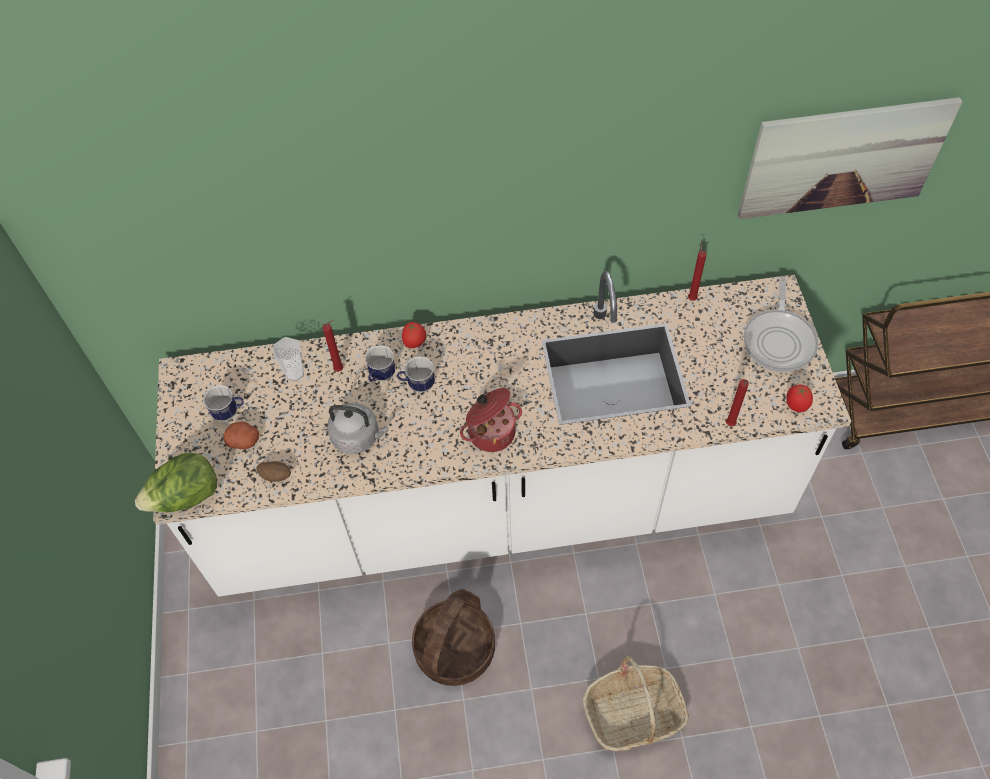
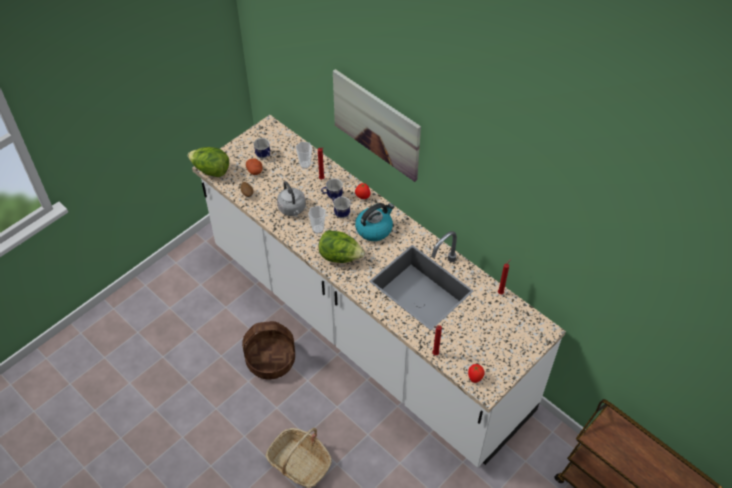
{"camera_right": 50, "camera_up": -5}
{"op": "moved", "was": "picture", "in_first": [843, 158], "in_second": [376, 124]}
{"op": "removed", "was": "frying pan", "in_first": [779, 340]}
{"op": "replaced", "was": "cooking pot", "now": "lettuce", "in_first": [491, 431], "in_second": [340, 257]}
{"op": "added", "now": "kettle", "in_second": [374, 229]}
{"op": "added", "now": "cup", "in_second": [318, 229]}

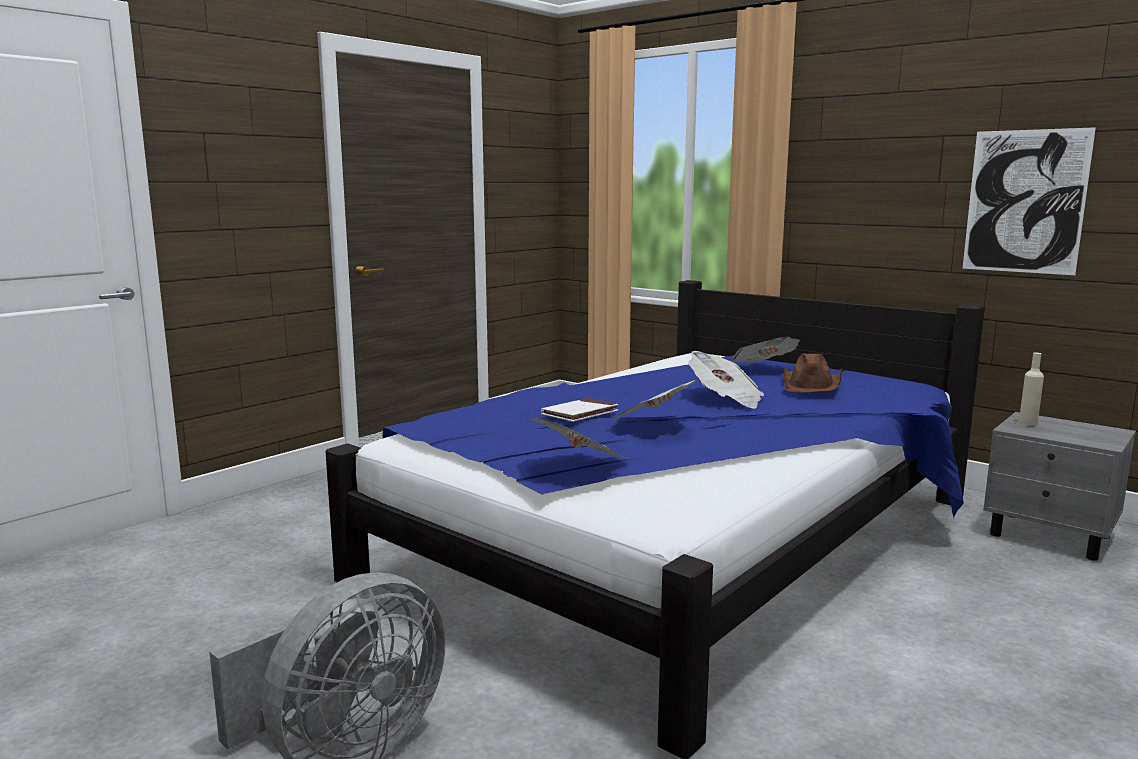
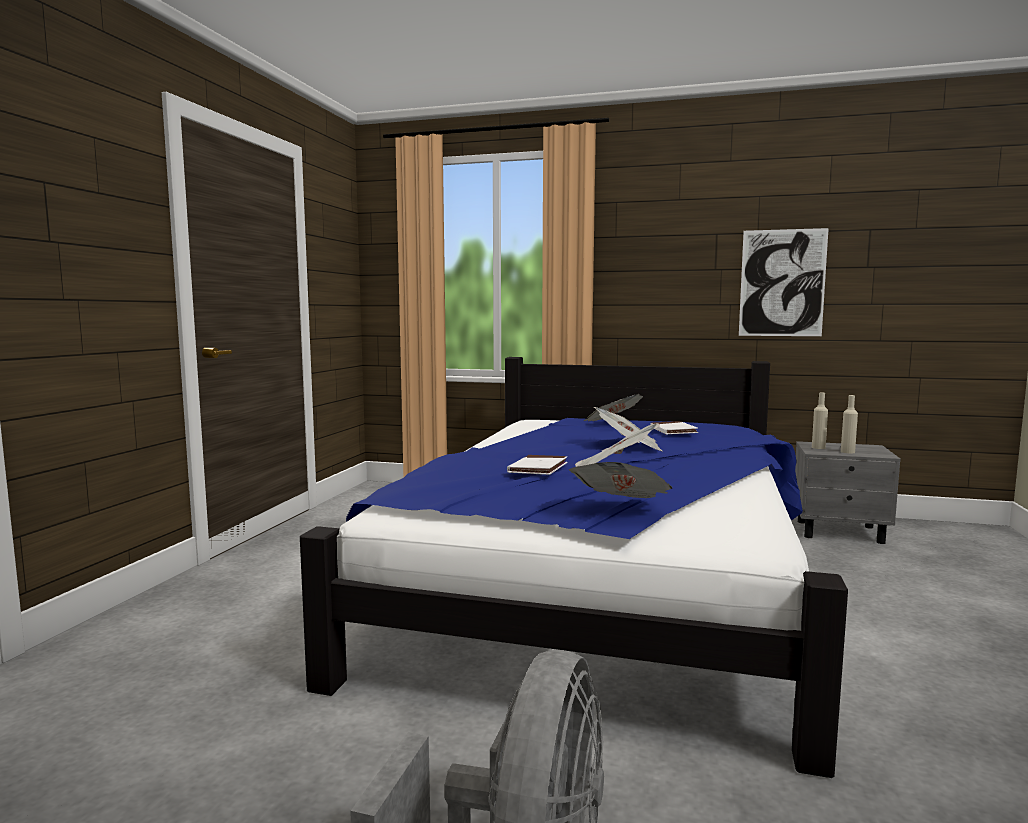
{"camera_right": -25, "camera_up": -5}
{"op": "replaced", "was": "hat (brown)", "now": "book (white)", "in_first": [812, 385], "in_second": [673, 431]}
{"op": "added", "now": "bottle (beige)", "in_second": [847, 452]}

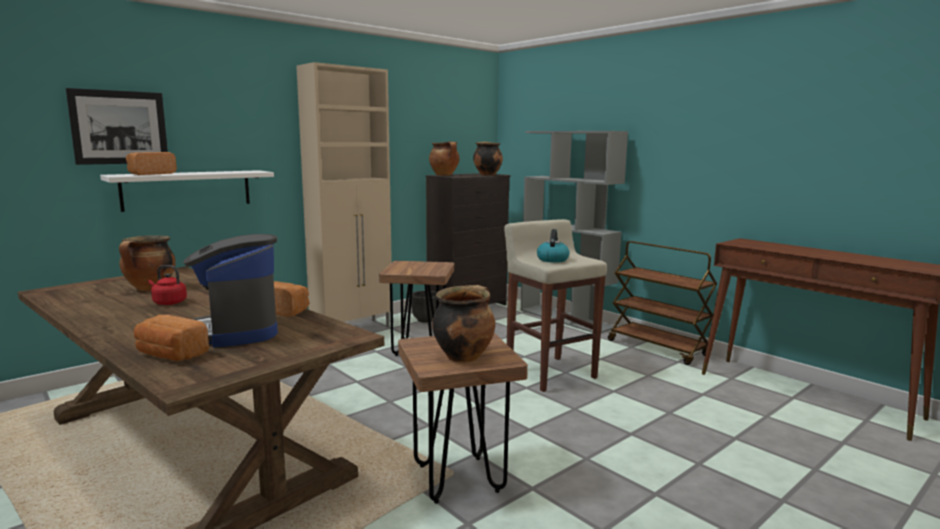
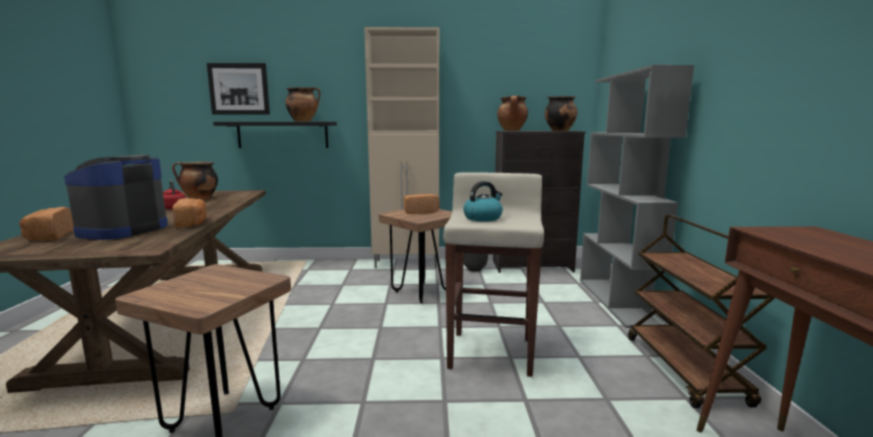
{"camera_right": 40, "camera_up": 0}
{"op": "moved", "was": "bread", "in_first": [151, 174], "in_second": [420, 212]}
{"op": "recoloured", "was": "shelf (white)", "now": "shelf (black)", "in_first": [187, 190], "in_second": [282, 135]}
{"op": "moved", "was": "cooking pot", "in_first": [463, 356], "in_second": [303, 121]}

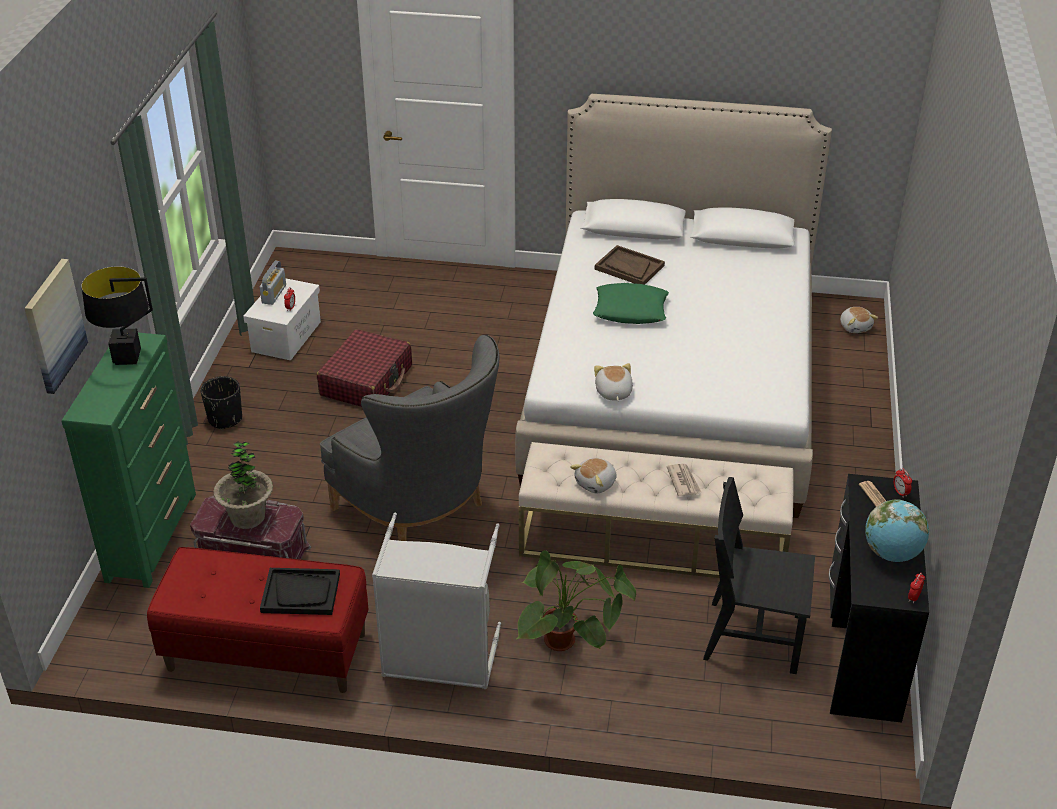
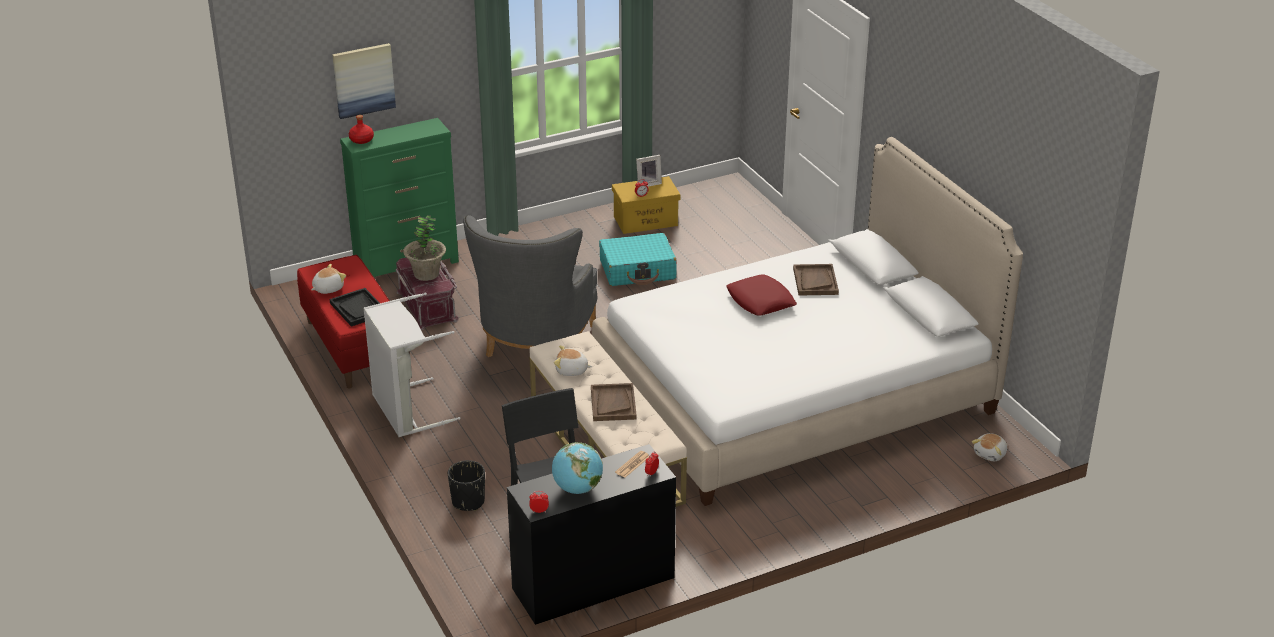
{"camera_right": 55, "camera_up": -5}
{"op": "replaced", "was": "radio", "now": "picture frame", "in_first": [274, 294], "in_second": [648, 183]}
{"op": "removed", "was": "table lamp (black)", "in_first": [128, 358]}
{"op": "recoloured", "was": "storage box (white)", "now": "storage box (yellow)", "in_first": [286, 336], "in_second": [646, 220]}
{"op": "recoloured", "was": "pillow (green)", "now": "pillow (red)", "in_first": [630, 310], "in_second": [760, 301]}
{"op": "recoloured", "was": "suitcase (red)", "now": "suitcase (turquoise)", "in_first": [366, 381], "in_second": [638, 270]}
{"op": "moved", "was": "plush toy", "in_first": [613, 392], "in_second": [327, 288]}
{"op": "moved", "was": "planter (black)", "in_first": [225, 419], "in_second": [468, 501]}
{"op": "replaced", "was": "newspaper", "now": "tray (brown)", "in_first": [683, 481], "in_second": [613, 404]}
{"op": "removed", "was": "potted plant", "in_first": [570, 650]}
{"op": "added", "now": "bottle (red)", "in_second": [361, 140]}

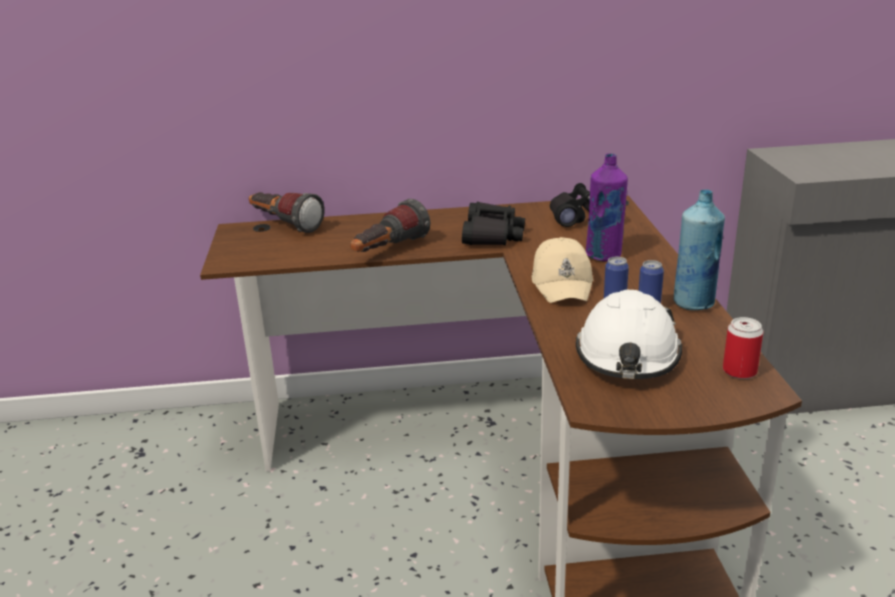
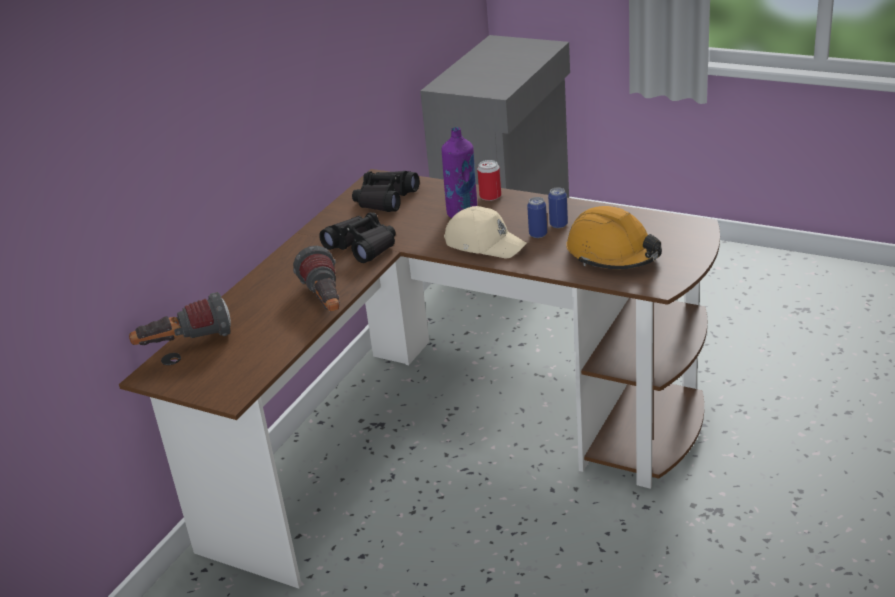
{"camera_right": -55, "camera_up": 5}
{"op": "removed", "was": "bottle (blue)", "in_first": [693, 303]}
{"op": "recoloured", "was": "hard hat (white)", "now": "hard hat (orange)", "in_first": [628, 356], "in_second": [613, 254]}
{"op": "moved", "was": "can", "in_first": [739, 371], "in_second": [490, 196]}

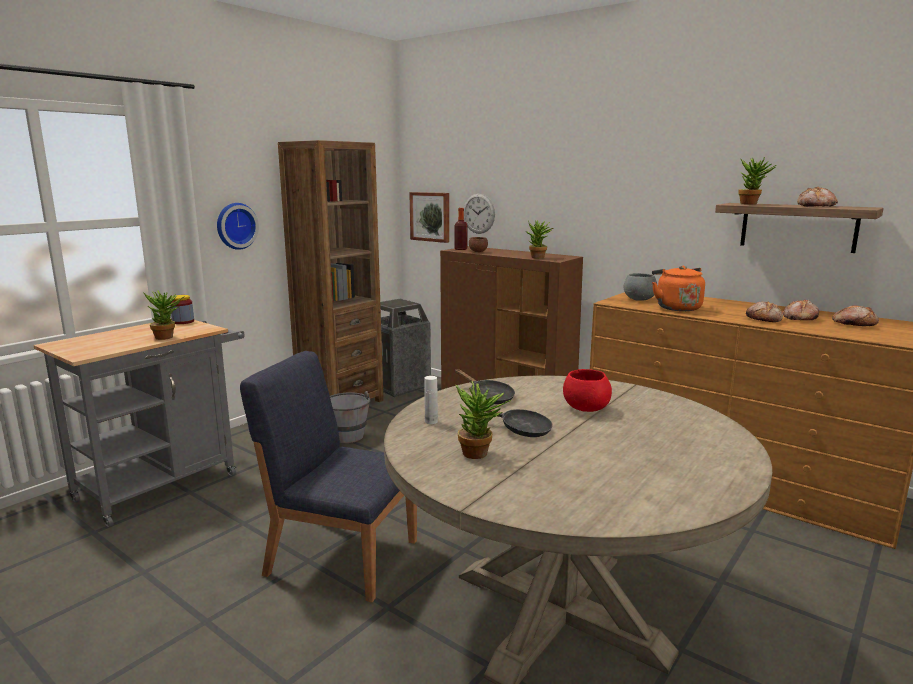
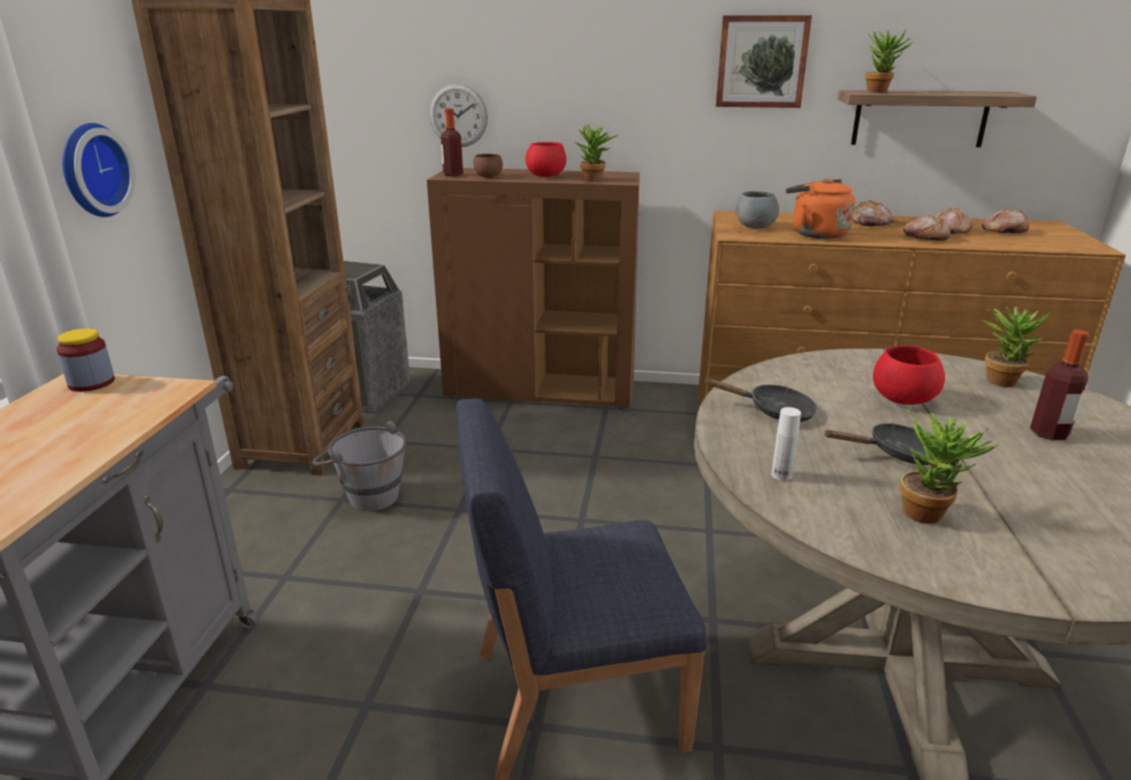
{"camera_right": -30, "camera_up": 10}
{"op": "moved", "was": "bread", "in_first": [816, 206], "in_second": [870, 223]}
{"op": "moved", "was": "picture", "in_first": [430, 216], "in_second": [761, 62]}
{"op": "moved", "was": "potted plant", "in_first": [168, 337], "in_second": [1002, 379]}
{"op": "added", "now": "bowl (red)", "in_second": [546, 176]}
{"op": "added", "now": "bottle", "in_second": [1049, 433]}

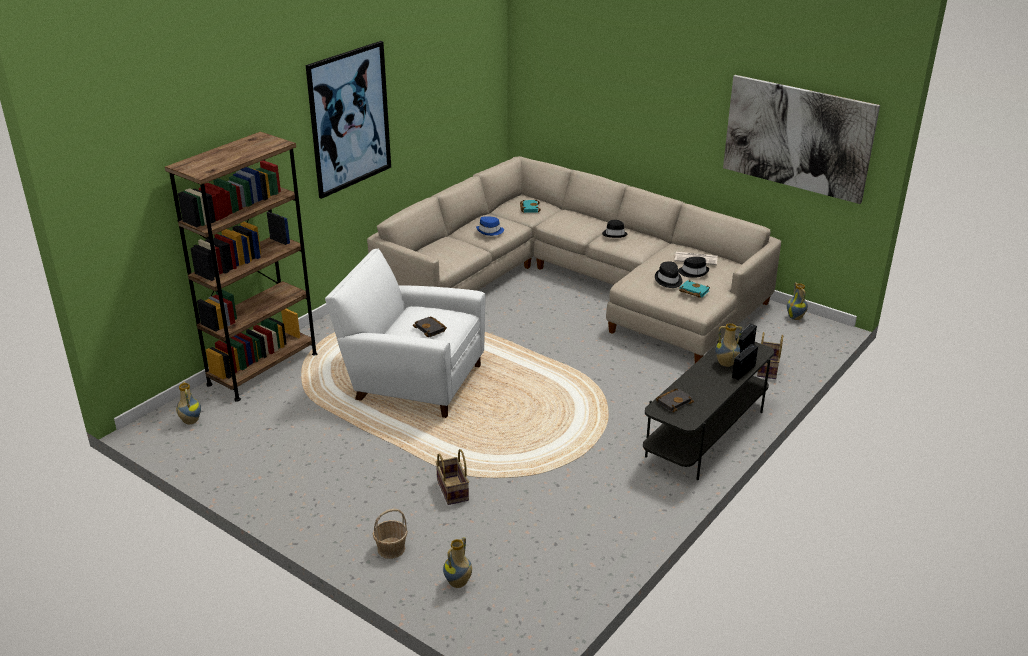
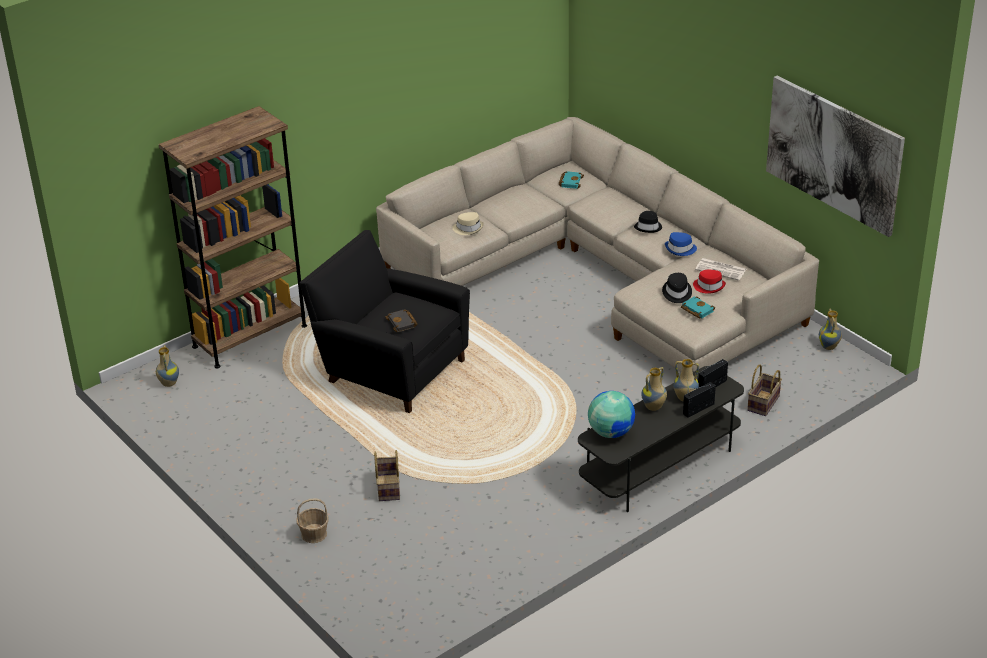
{"camera_right": 15, "camera_up": 5}
{"op": "removed", "was": "picture", "in_first": [349, 119]}
{"op": "moved", "was": "hat (blue)", "in_first": [490, 231], "in_second": [680, 249]}
{"op": "recoloured", "was": "armchair (white)", "now": "armchair (black)", "in_first": [412, 381], "in_second": [390, 369]}
{"op": "recoloured", "was": "hat (black)", "now": "hat (red)", "in_first": [693, 272], "in_second": [709, 286]}
{"op": "replaced", "was": "book (black)", "now": "globe", "in_first": [674, 402], "in_second": [611, 432]}
{"op": "moved", "was": "vase", "in_first": [458, 583], "in_second": [654, 407]}
{"op": "added", "now": "hat (beige)", "in_second": [468, 228]}

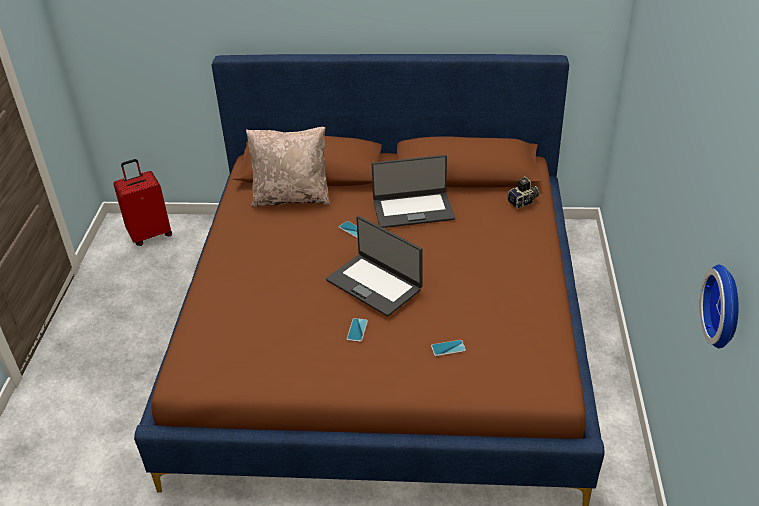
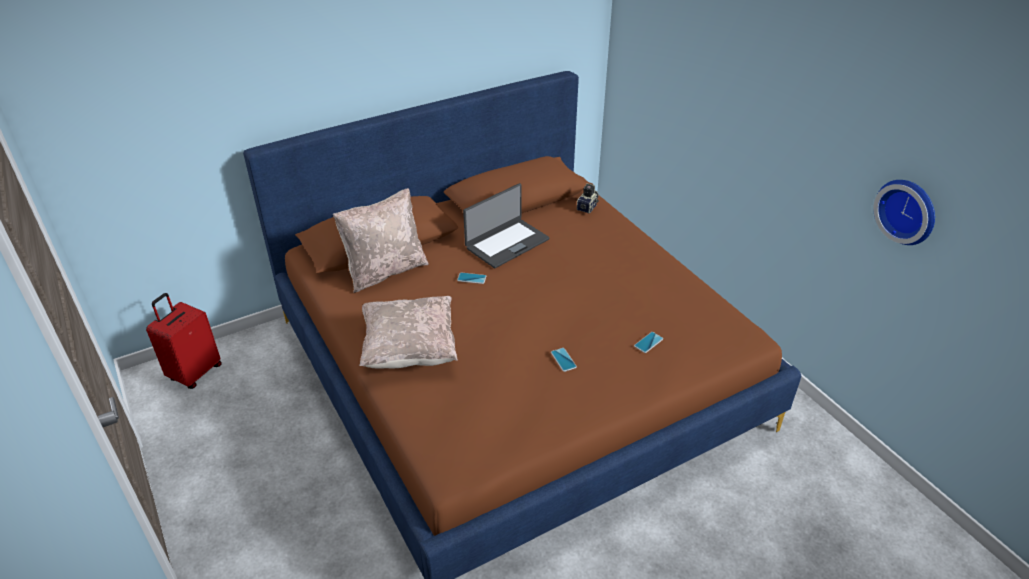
{"camera_right": -35, "camera_up": 0}
{"op": "removed", "was": "laptop", "in_first": [374, 284]}
{"op": "added", "now": "pillow (beige)", "in_second": [410, 350]}

